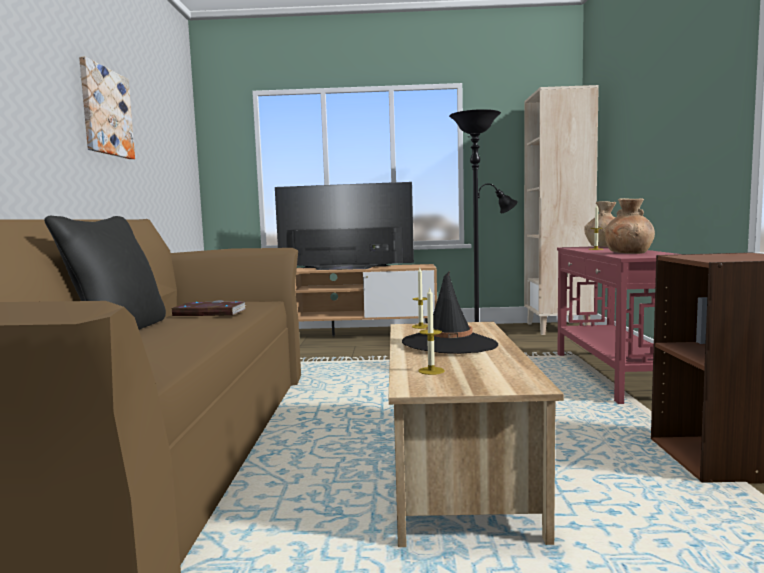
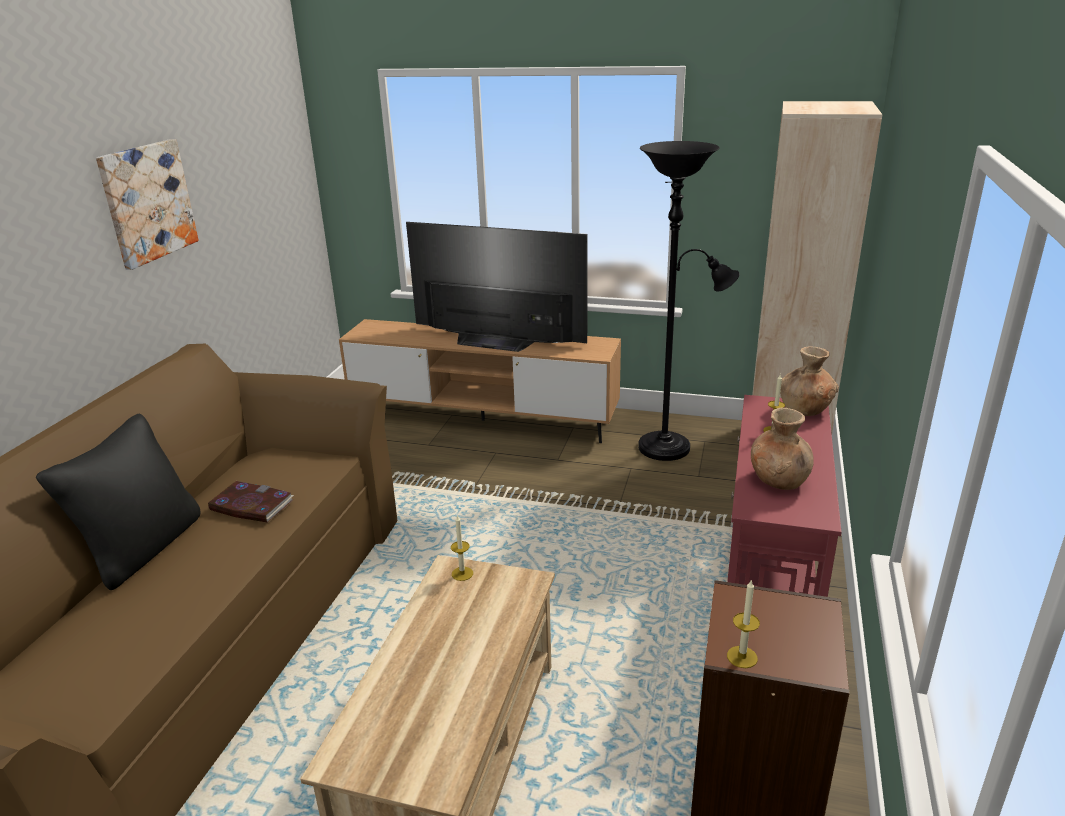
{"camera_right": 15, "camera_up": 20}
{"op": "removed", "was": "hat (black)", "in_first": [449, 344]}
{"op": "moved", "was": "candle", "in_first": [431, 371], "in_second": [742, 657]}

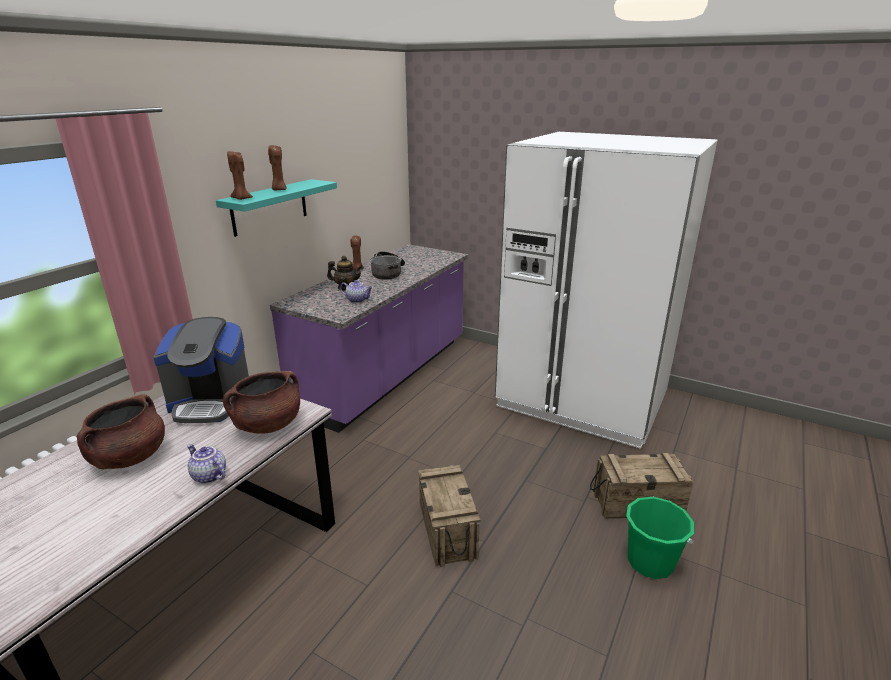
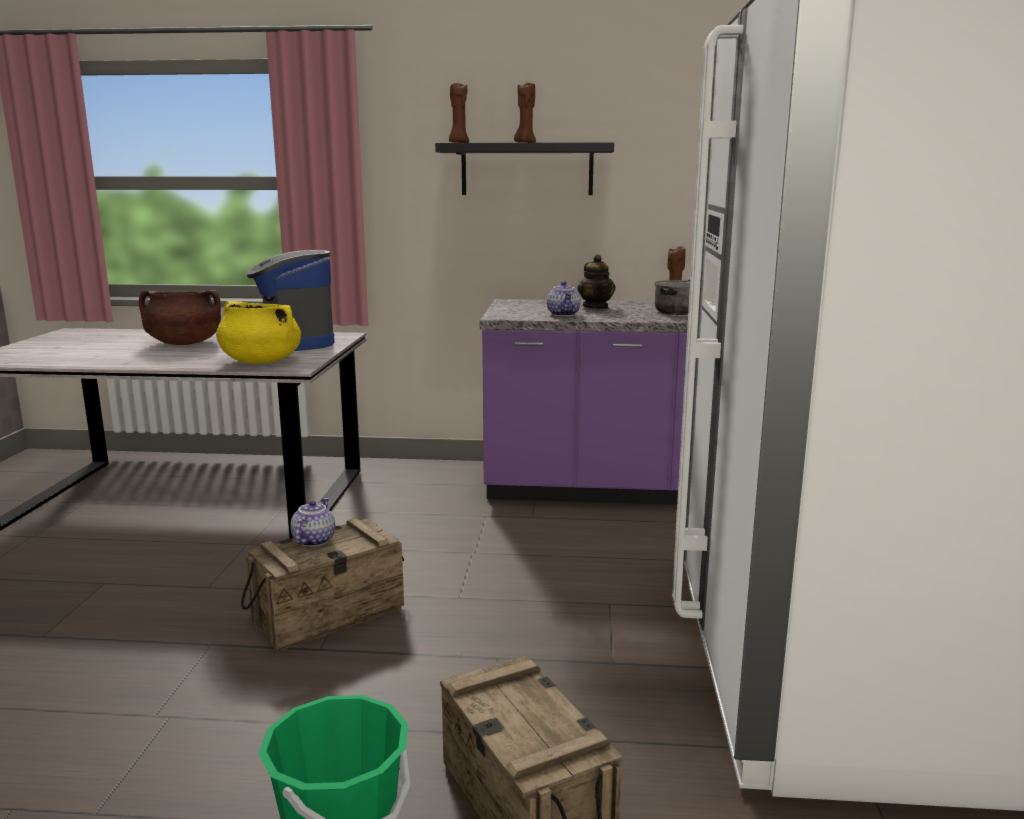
{"camera_right": 65, "camera_up": -10}
{"op": "recoloured", "was": "shelf (turquoise)", "now": "shelf (black)", "in_first": [269, 207], "in_second": [527, 169]}
{"op": "recoloured", "was": "cooking pot (brown)", "now": "cooking pot (yellow)", "in_first": [268, 425], "in_second": [260, 362]}
{"op": "moved", "was": "teapot", "in_first": [208, 476], "in_second": [313, 540]}

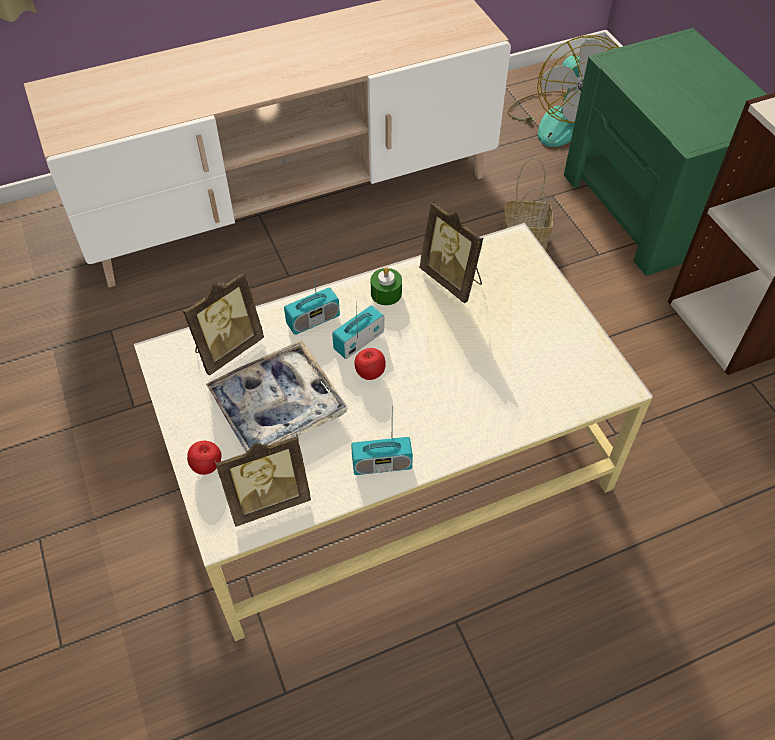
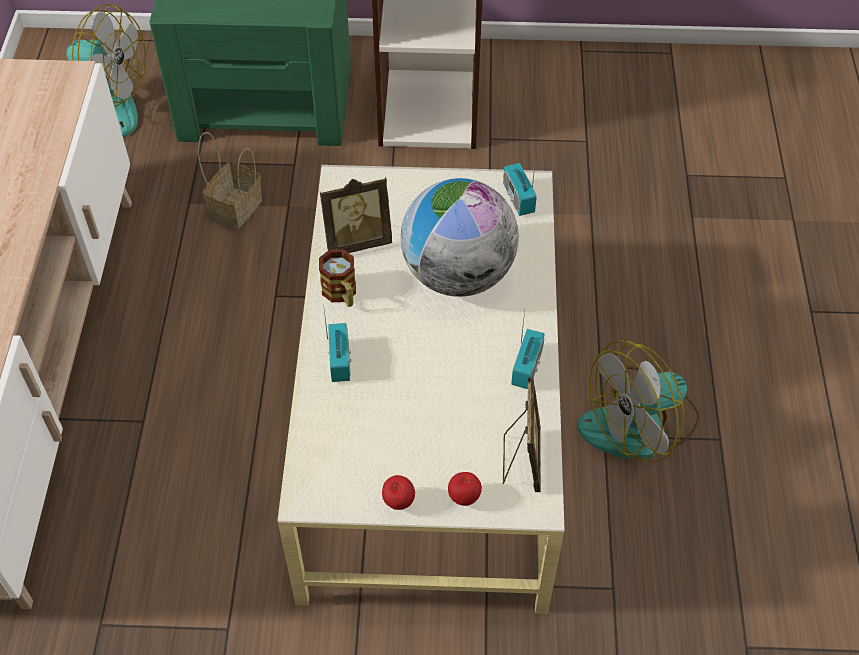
{"camera_right": -65, "camera_up": 0}
{"op": "replaced", "was": "candle (green)", "now": "mug", "in_first": [386, 293], "in_second": [342, 294]}
{"op": "removed", "was": "picture frame", "in_first": [227, 349]}
{"op": "moved", "was": "radio", "in_first": [358, 341], "in_second": [518, 198]}
{"op": "removed", "was": "tray", "in_first": [278, 406]}
{"op": "moved", "was": "apple", "in_first": [370, 374], "in_second": [398, 502]}
{"op": "added", "now": "globe", "in_second": [458, 274]}
{"op": "added", "now": "fan", "in_second": [640, 424]}

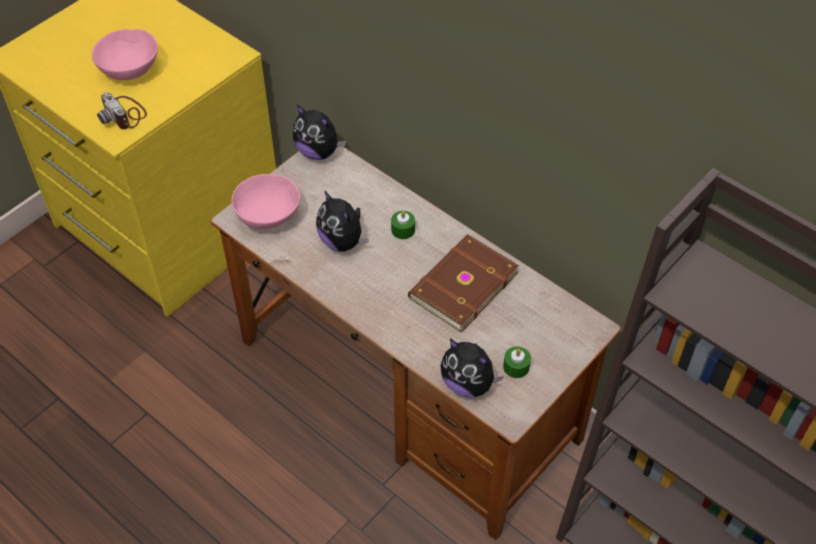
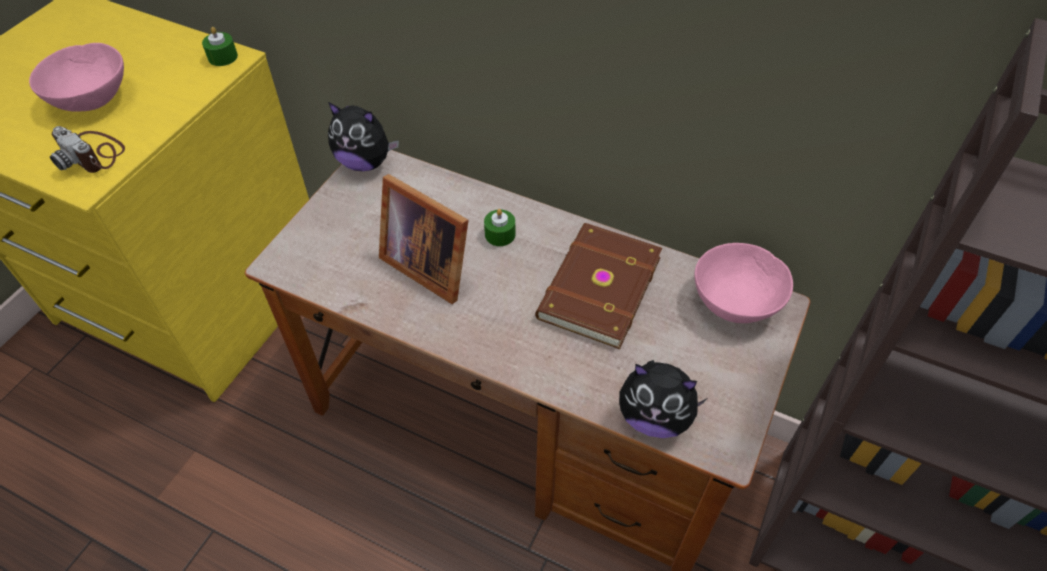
{"camera_right": -15, "camera_up": 0}
{"op": "moved", "was": "bowl (pink)", "in_first": [268, 216], "in_second": [735, 301]}
{"op": "replaced", "was": "plush toy", "now": "picture frame", "in_first": [342, 241], "in_second": [428, 264]}
{"op": "moved", "was": "candle (green)", "in_first": [516, 367], "in_second": [223, 57]}

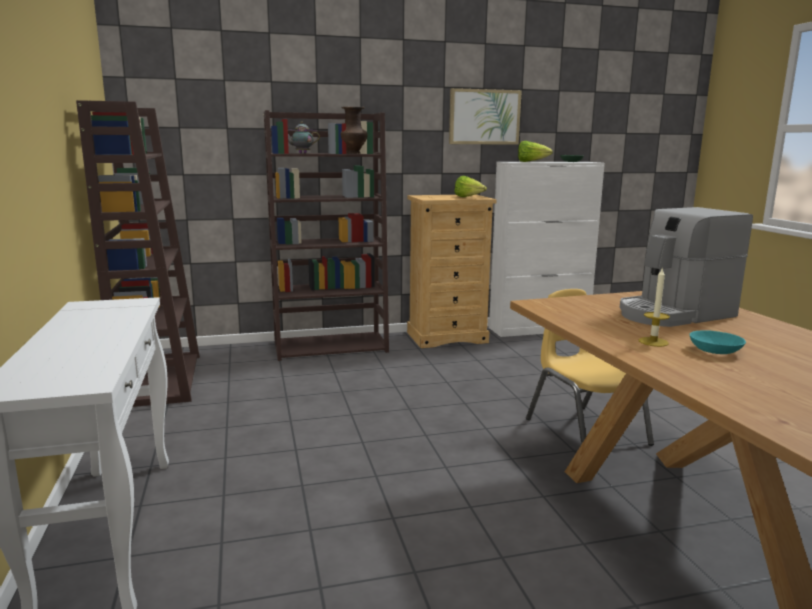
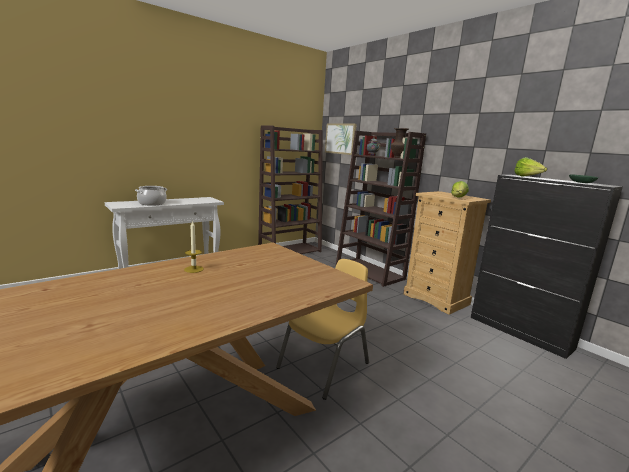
{"camera_right": 65, "camera_up": 0}
{"op": "moved", "was": "picture", "in_first": [484, 117], "in_second": [340, 138]}
{"op": "recoloured", "was": "cabinet (white)", "now": "cabinet (black)", "in_first": [539, 329], "in_second": [520, 332]}
{"op": "removed", "was": "coffee machine", "in_first": [674, 314]}
{"op": "removed", "was": "bowl (turquoise)", "in_first": [716, 351]}
{"op": "added", "now": "cooking pot", "in_second": [152, 203]}

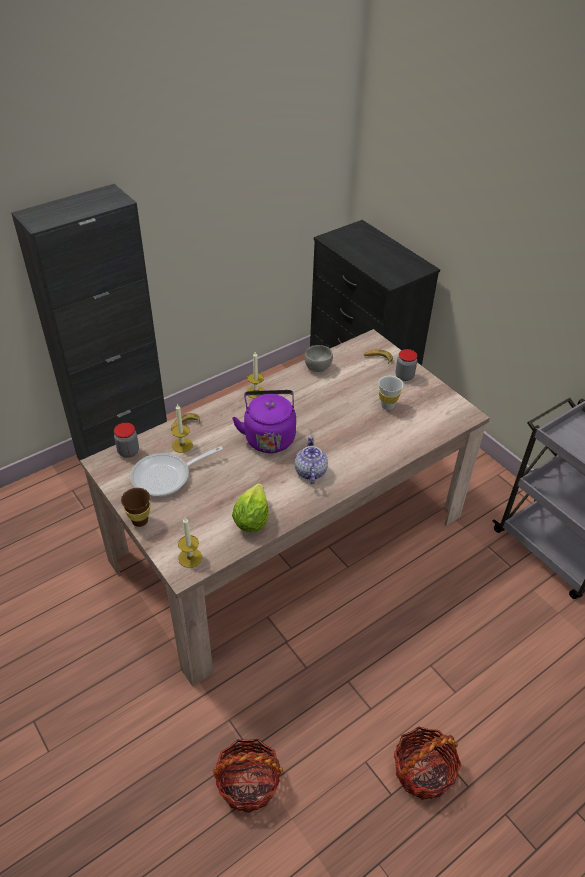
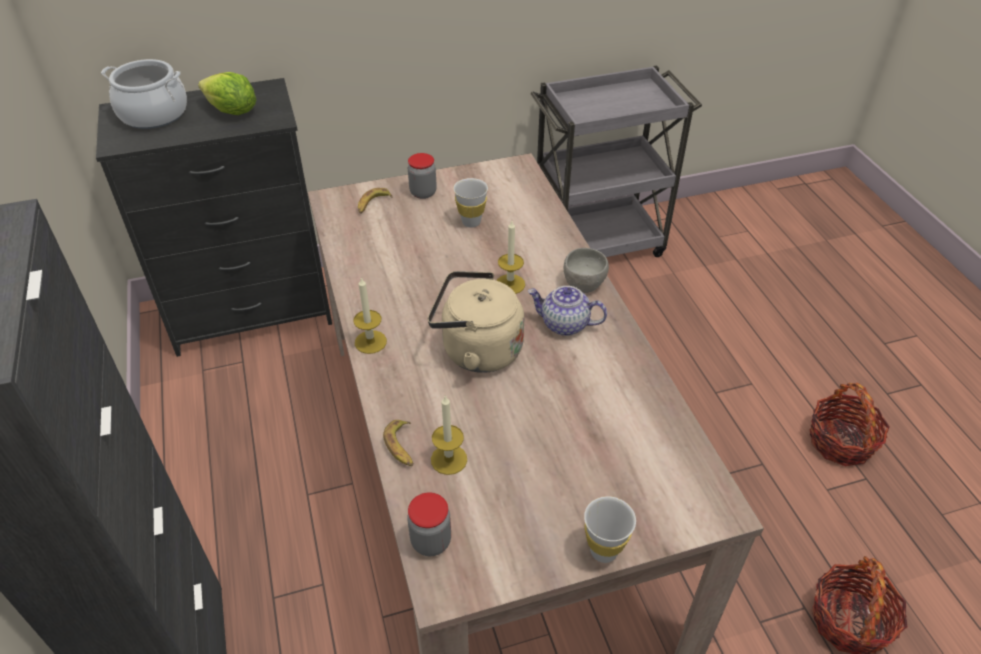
{"camera_right": -70, "camera_up": 0}
{"op": "moved", "was": "bowl (grey)", "in_first": [317, 367], "in_second": [582, 284]}
{"op": "recoloured", "was": "kettle (purple)", "now": "kettle (beige)", "in_first": [269, 436], "in_second": [476, 350]}
{"op": "removed", "was": "frying pan", "in_first": [166, 477]}
{"op": "moved", "was": "lettuce", "in_first": [251, 519], "in_second": [232, 112]}
{"op": "recoloured", "was": "cup (brown)", "now": "cup (white)", "in_first": [140, 521], "in_second": [603, 551]}
{"op": "moved", "was": "candle", "in_first": [190, 557], "in_second": [510, 284]}
{"op": "added", "now": "cooking pot", "in_second": [154, 114]}

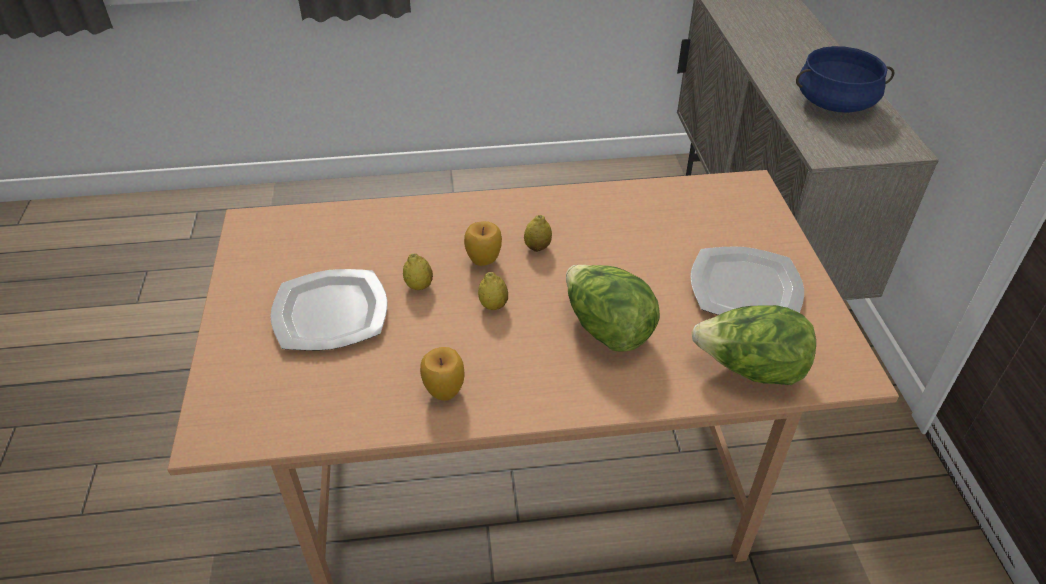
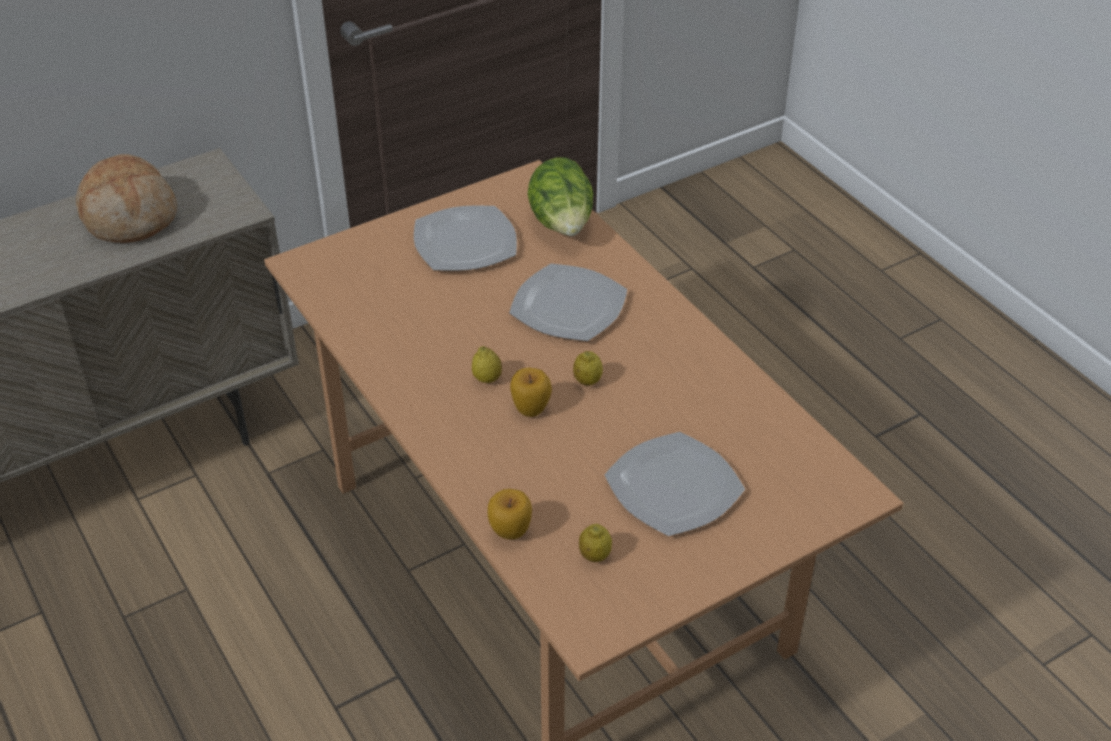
{"camera_right": -115, "camera_up": 0}
{"op": "replaced", "was": "cooking pot (blue)", "now": "bread", "in_first": [835, 103], "in_second": [129, 216]}
{"op": "moved", "was": "lemon", "in_first": [419, 286], "in_second": [594, 555]}
{"op": "replaced", "was": "lettuce", "now": "plate", "in_first": [606, 329], "in_second": [570, 306]}
{"op": "moved", "was": "apple", "in_first": [444, 391], "in_second": [510, 532]}

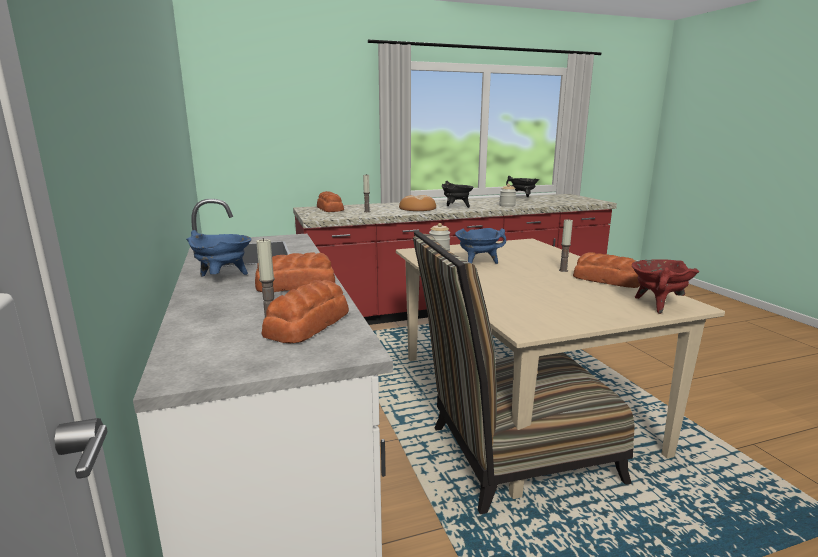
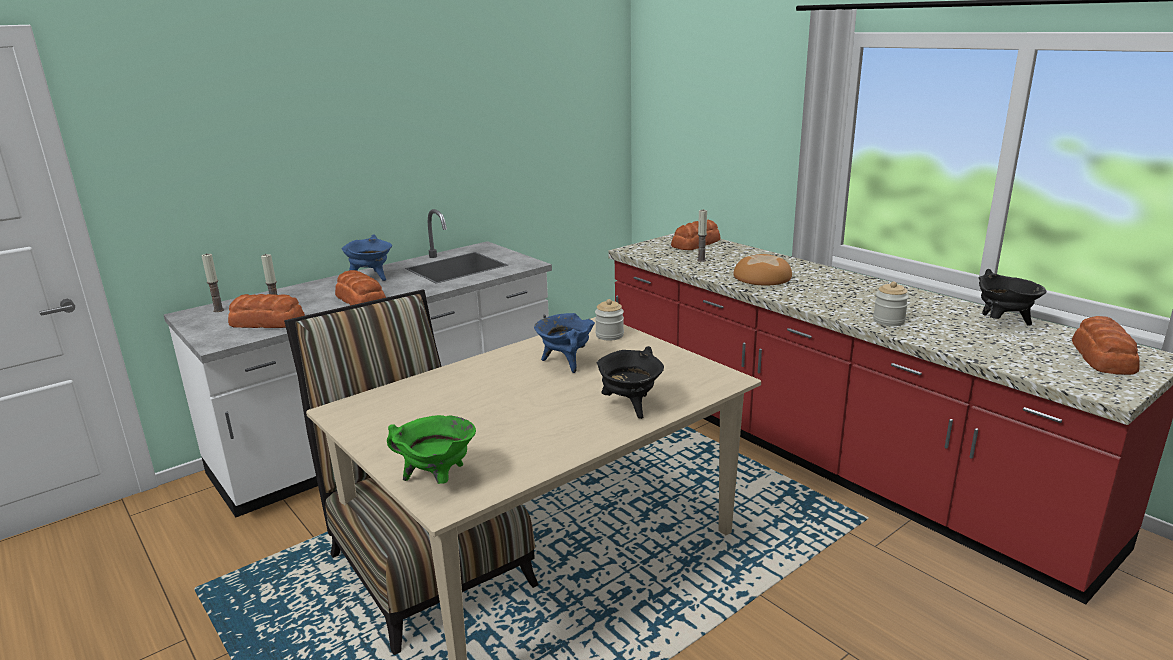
{"camera_right": 70, "camera_up": 5}
{"op": "moved", "was": "cooking pot (black)", "in_first": [456, 207], "in_second": [630, 407]}
{"op": "moved", "was": "candle", "in_first": [563, 270], "in_second": [218, 310]}
{"op": "moved", "was": "bread", "in_first": [607, 280], "in_second": [1102, 357]}
{"op": "recoloured", "was": "cooking pot (red)", "now": "cooking pot (green)", "in_first": [657, 305], "in_second": [438, 479]}

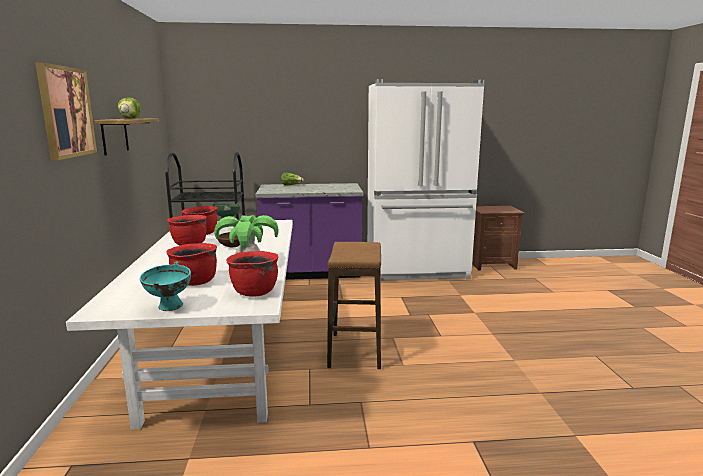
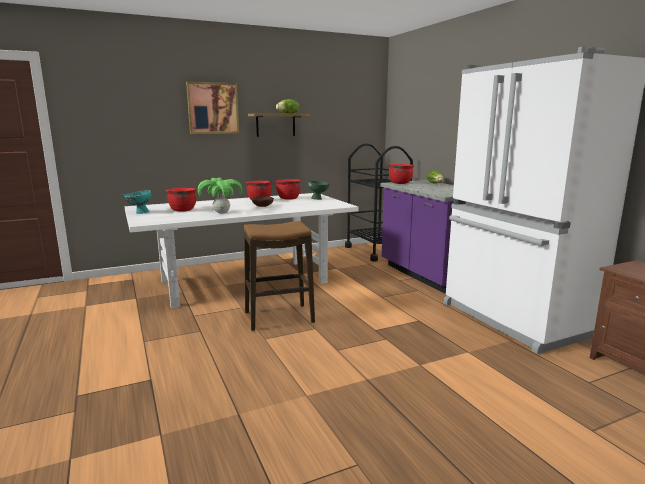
{"camera_right": 70, "camera_up": 0}
{"op": "moved", "was": "cooking pot (red)", "in_first": [254, 292], "in_second": [400, 183]}

